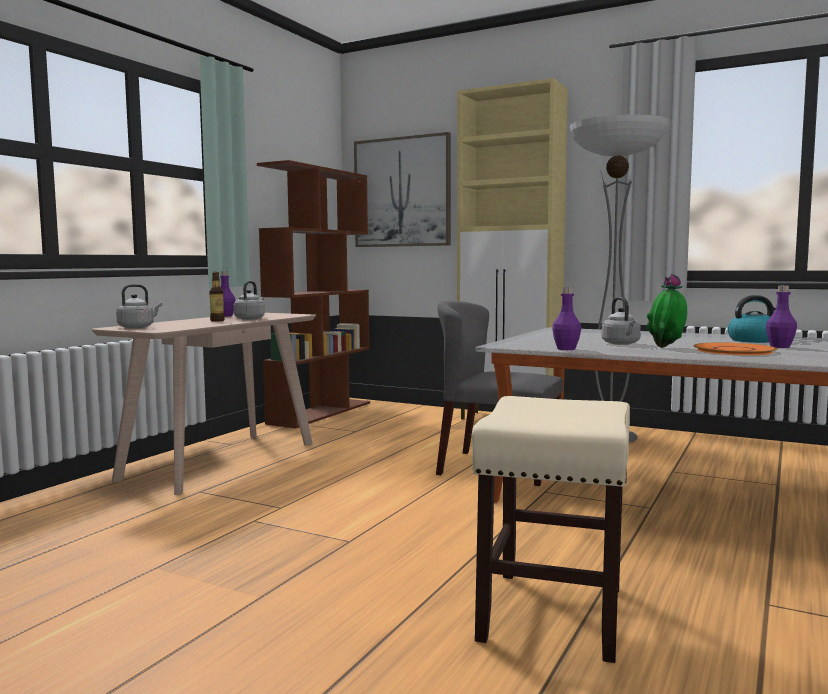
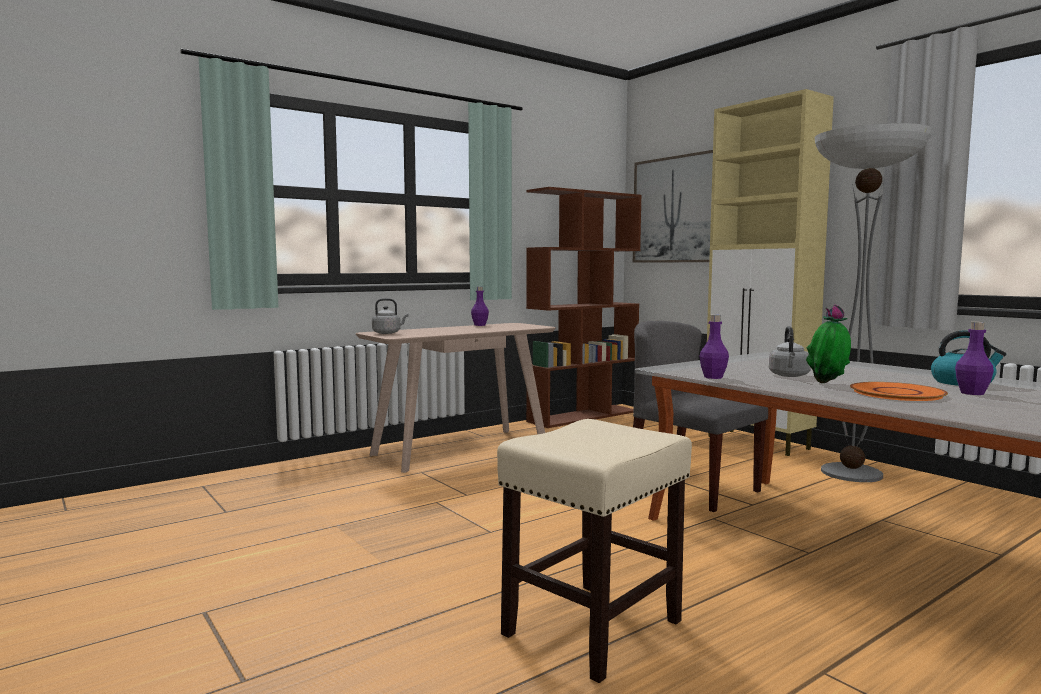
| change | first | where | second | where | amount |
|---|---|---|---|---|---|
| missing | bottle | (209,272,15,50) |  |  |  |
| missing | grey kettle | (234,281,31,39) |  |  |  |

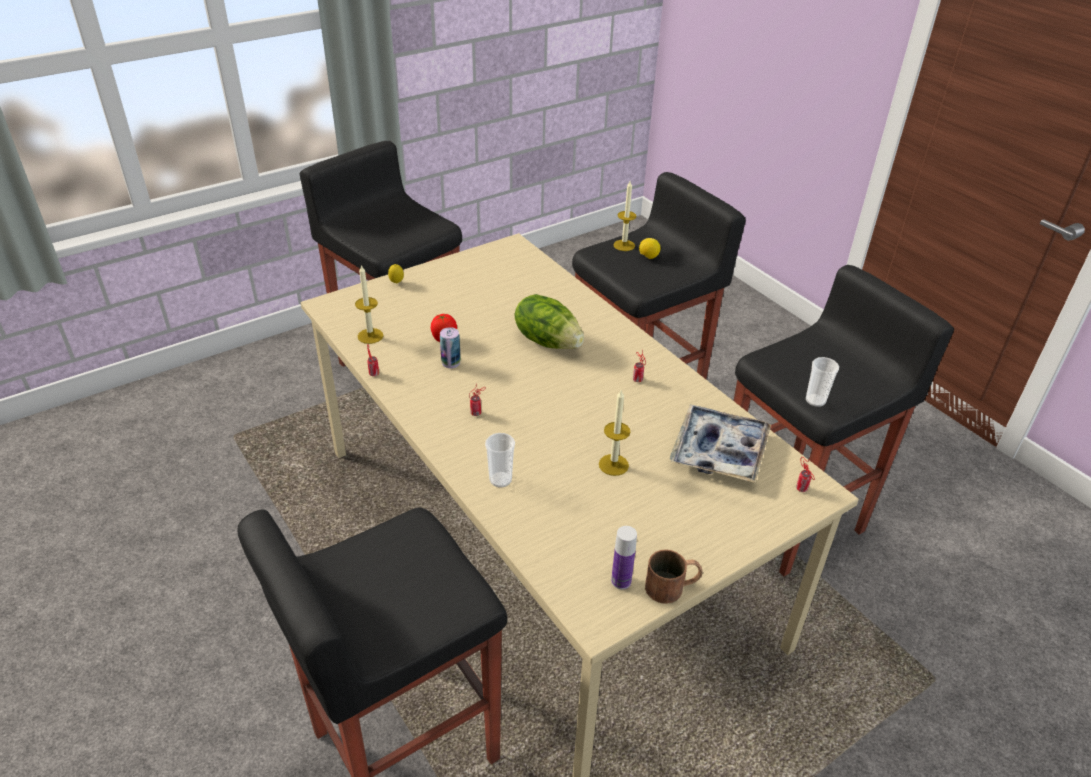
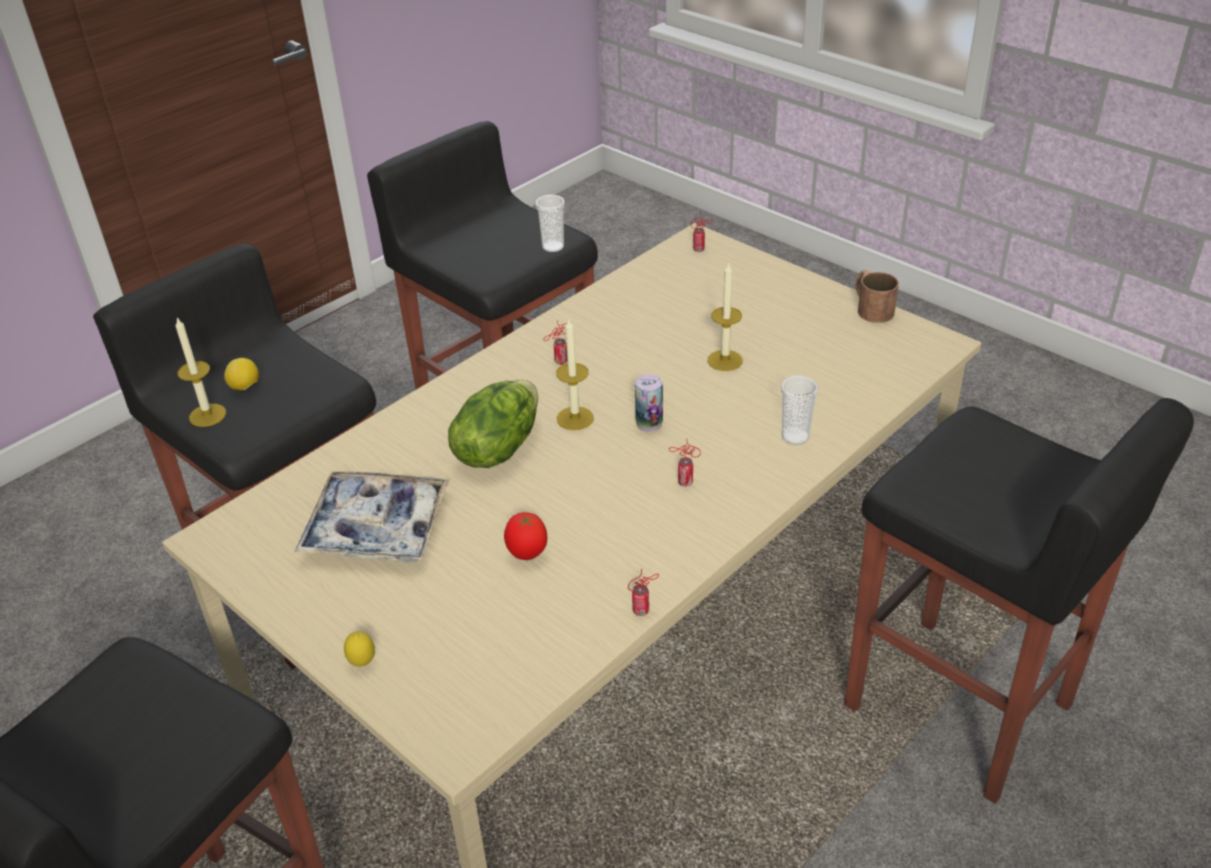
| change | first | where | second | where | amount |
|---|---|---|---|---|---|
| relocated | tray | (670,405,101,78) |  | (295,472,154,91) |  |
| relocated | candle | (355,265,28,79) |  | (556,319,38,111) |  |
| relocated | can | (440,327,21,41) |  | (635,374,28,58) |  |
| missing | bottle | (611,526,26,63) |  |  |  |

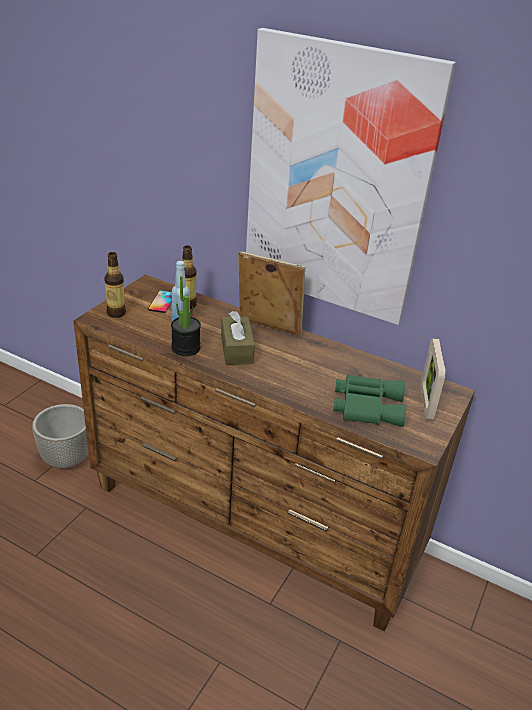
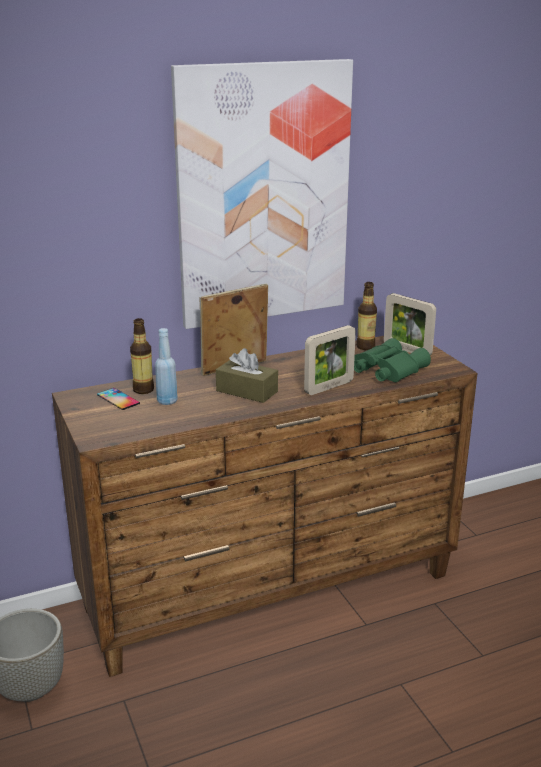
| change | first | where | second | where | amount |
|---|---|---|---|---|---|
| appeared |  |  | picture frame | (304,325,52,70) |  |
| relocated | bottle | (104,252,22,66) |  | (356,282,21,68) |  |
| missing | potted plant | (171,276,30,80) |  |  |  |

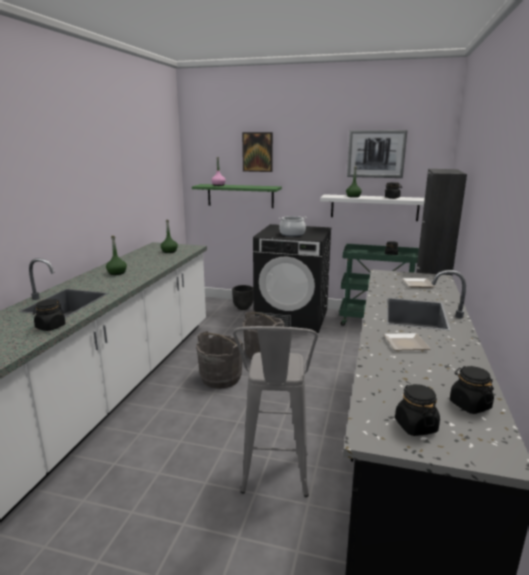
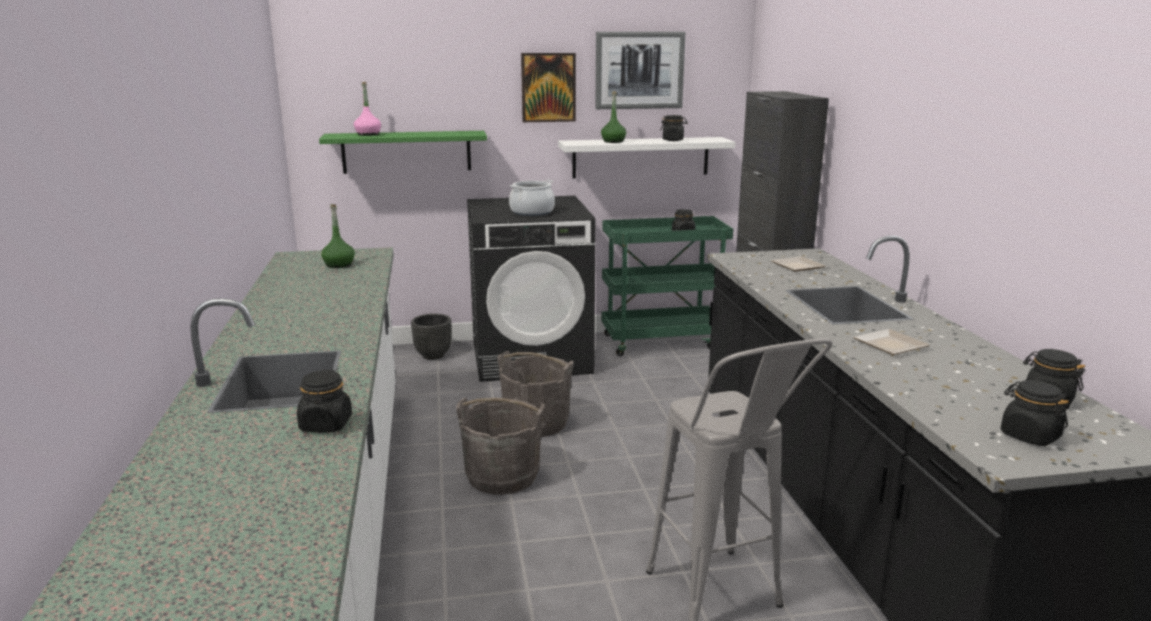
| change | first | where | second | where | amount |
|---|---|---|---|---|---|
| relocated | picture | (242,132,31,40) |  | (521,53,55,69) |  |
| missing | green bottle | (106,236,21,39) |  |  |  |

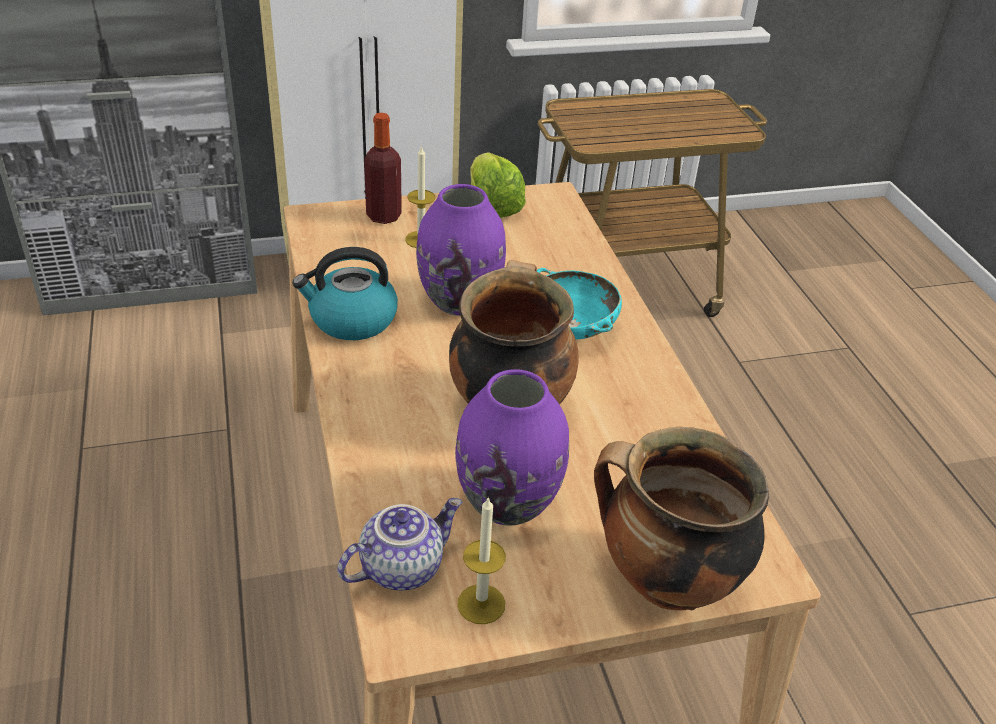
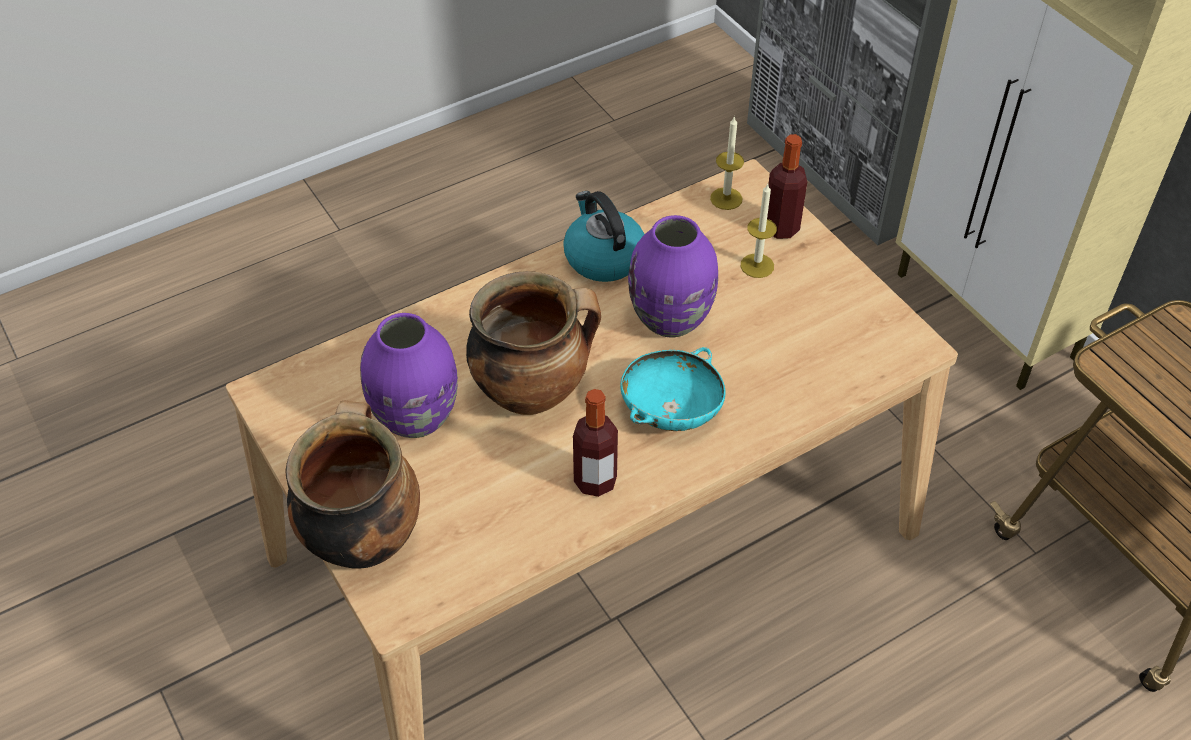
| change | first | where | second | where | amount |
|---|---|---|---|---|---|
| appeared |  |  | bottle | (573,389,45,108) |  |
| relocated | candle | (457,496,49,128) |  | (710,116,34,94) |  |
| missing | teapot | (338,498,124,92) |  |  |  |
| missing | lettuce | (470,152,56,66) |  |  |  |

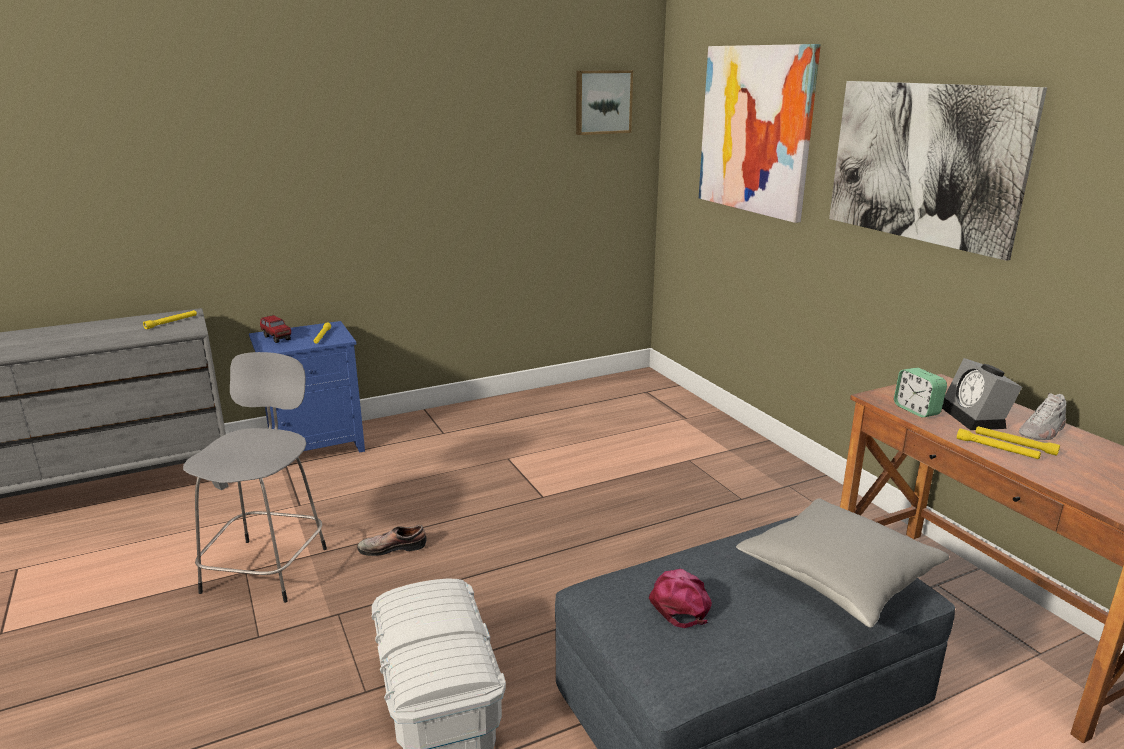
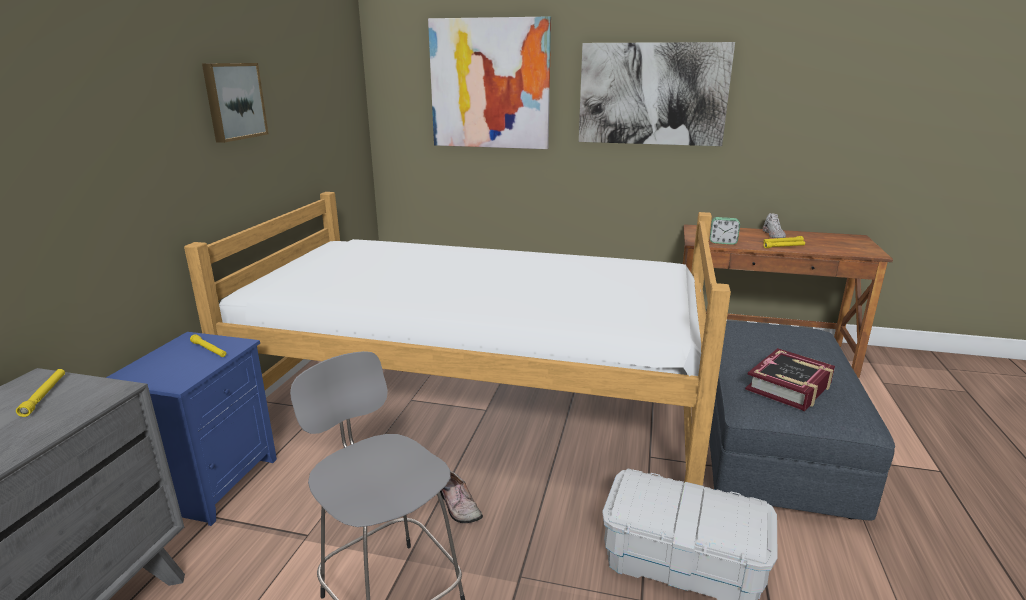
| change | first | where | second | where | amount |
|---|---|---|---|---|---|
| appeared |  |  | bed | (184,192,547,294) |  |
| relocated | picture | (576,70,57,65) |  | (202,63,66,80) |  |
| spun | shoe | (358,525,69,31) |  | (440,471,43,52) | 60 degrees counterclockwise |
| exchanged | pink cap | (649,569,63,59) | book | (745,348,90,63) |  |
| missing | toy truck | (260,315,31,28) |  |  |  |
| missing | grey pillow | (736,498,213,130) |  |  |  |
| missing | alarm clock | (942,358,80,72) |  |  |  |

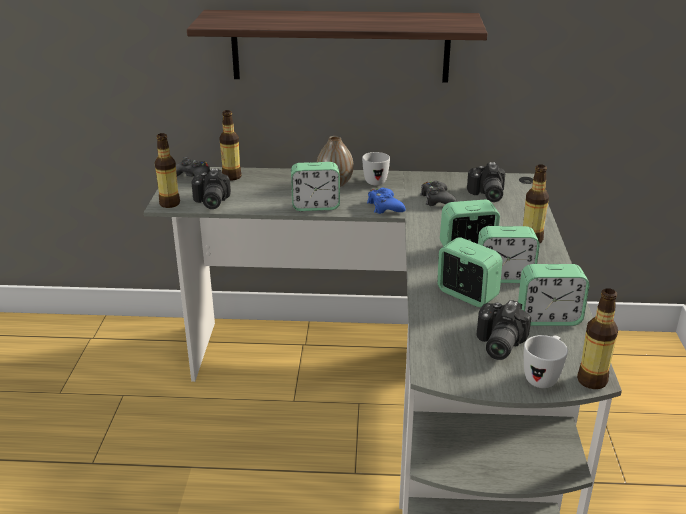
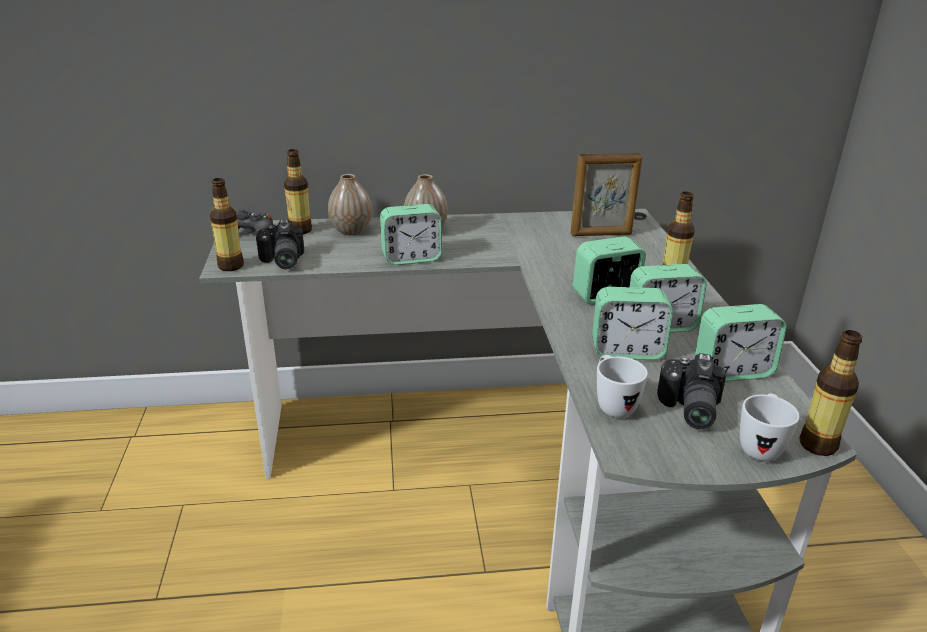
| change | first | where | second | where | amount |
|---|---|---|---|---|---|
| appeared |  |  | vase | (328,174,44,61) |  |
| exchanged | photo camera | (467,162,38,40) | picture frame | (571,153,72,83) |  |
| spun | alarm clock | (437,237,65,70) |  | (592,287,81,73) | 150 degrees clockwise |
| relocated | white mug | (362,152,28,33) |  | (597,355,51,63) |  |
| missing | shelf | (187,10,300,73) |  |  |  |
| missing | blue game controller | (367,187,39,27) |  |  |  |
| missing | black game controller | (420,181,37,25) |  |  |  |

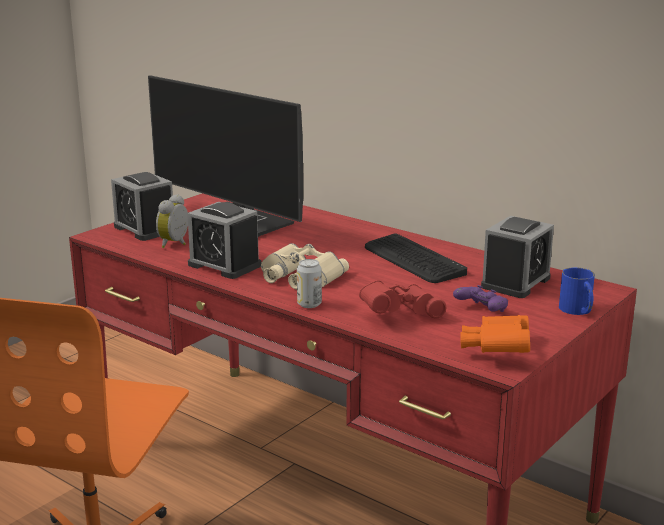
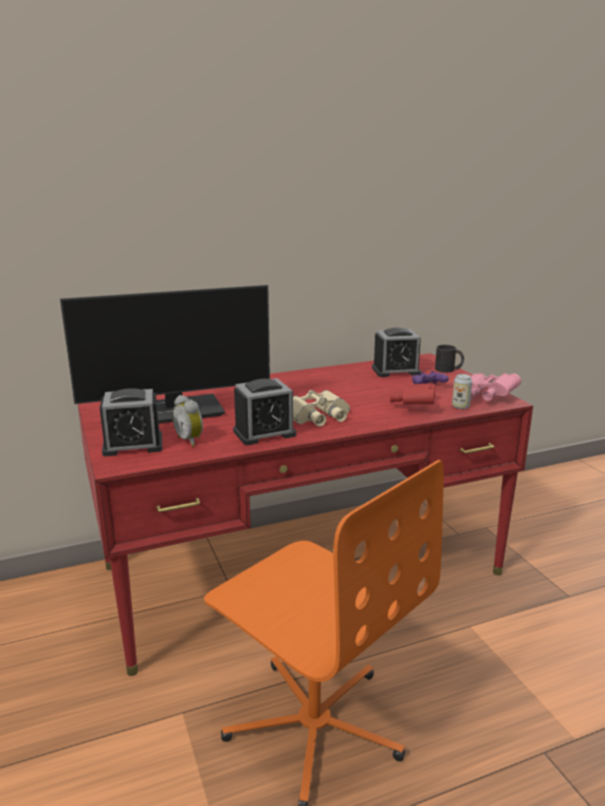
| change | first | where | second | where | amount |
|---|---|---|---|---|---|
| spun | alarm clock | (481,216,73,82) |  | (372,327,49,50) | 105 degrees clockwise |
| colour | blue mug | (559,267,36,48) | black mug | (435,345,29,28) |  |
| relocated | can | (297,259,25,49) |  | (452,374,20,35) |  |
| colour | orange binoculars | (460,315,70,38) | pink binoculars | (471,373,50,28) |  |
| missing | keyboard | (365,233,102,50) |  |  |  |

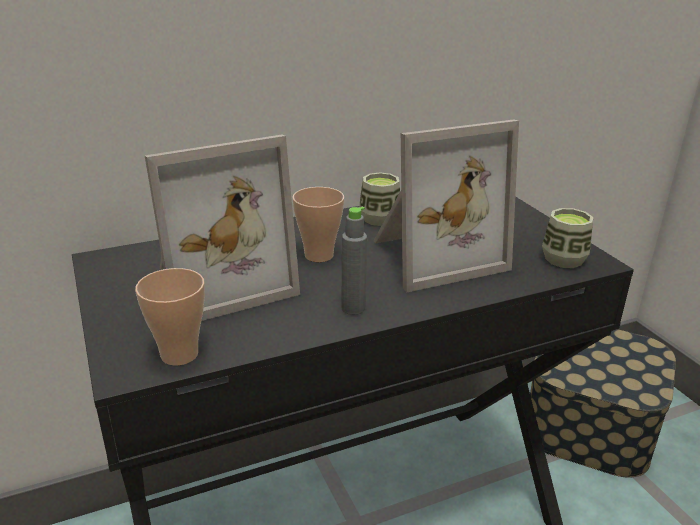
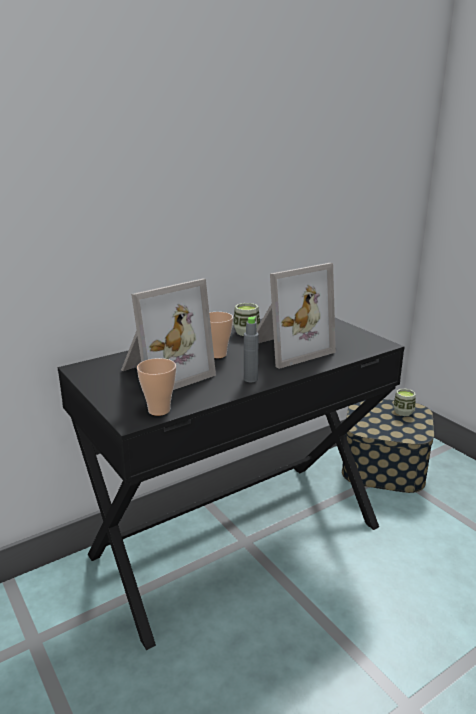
| change | first | where | second | where | amount |
|---|---|---|---|---|---|
| relocated | cup | (542,208,51,60) |  | (393,389,23,27) |  |

